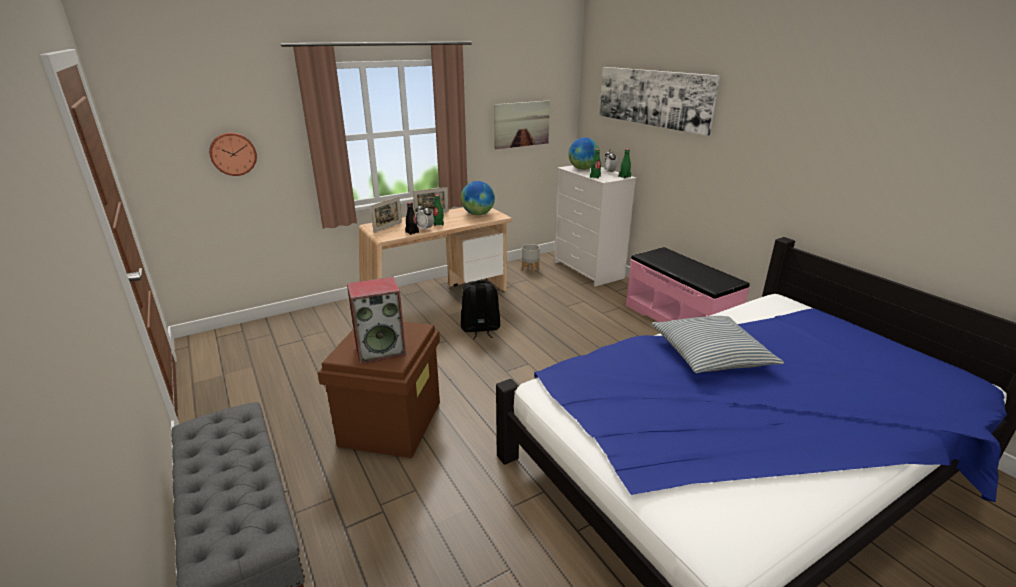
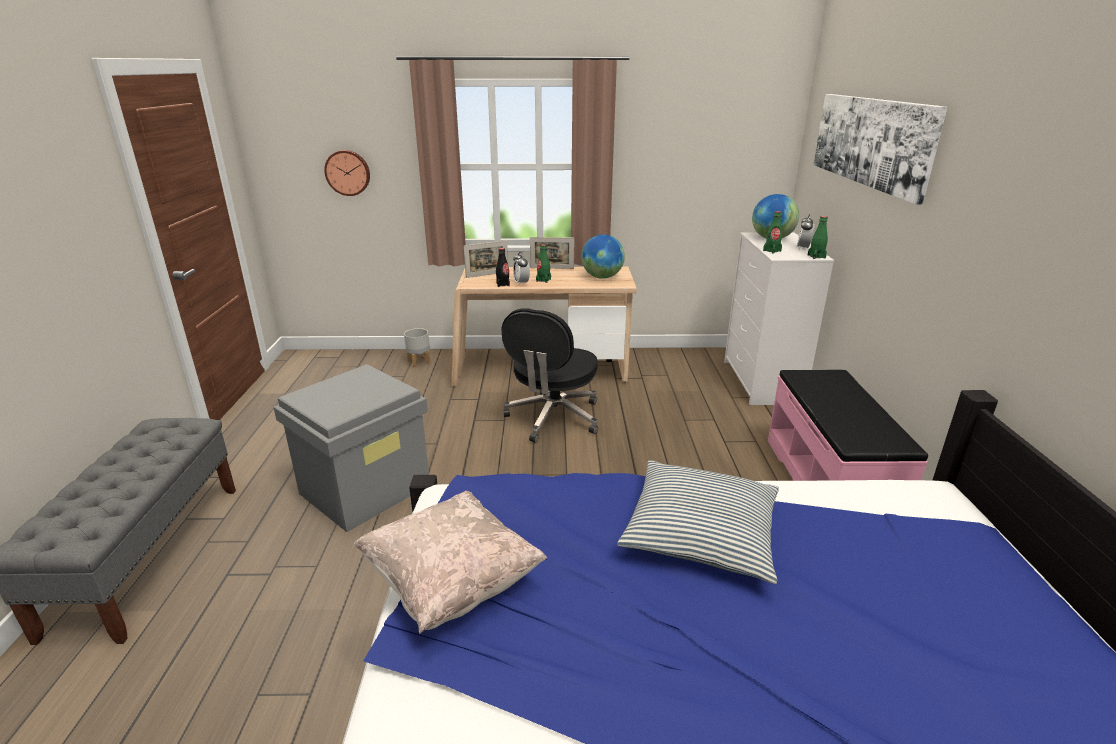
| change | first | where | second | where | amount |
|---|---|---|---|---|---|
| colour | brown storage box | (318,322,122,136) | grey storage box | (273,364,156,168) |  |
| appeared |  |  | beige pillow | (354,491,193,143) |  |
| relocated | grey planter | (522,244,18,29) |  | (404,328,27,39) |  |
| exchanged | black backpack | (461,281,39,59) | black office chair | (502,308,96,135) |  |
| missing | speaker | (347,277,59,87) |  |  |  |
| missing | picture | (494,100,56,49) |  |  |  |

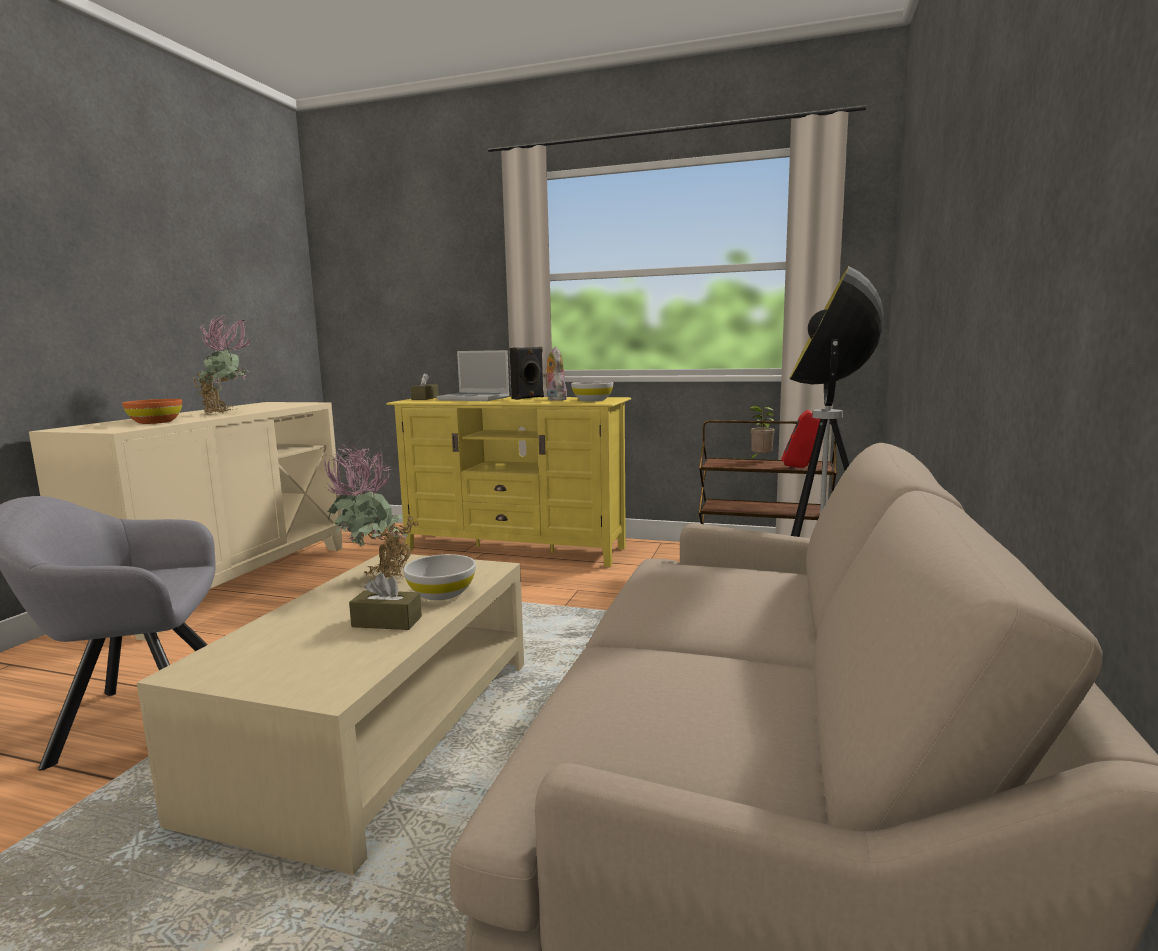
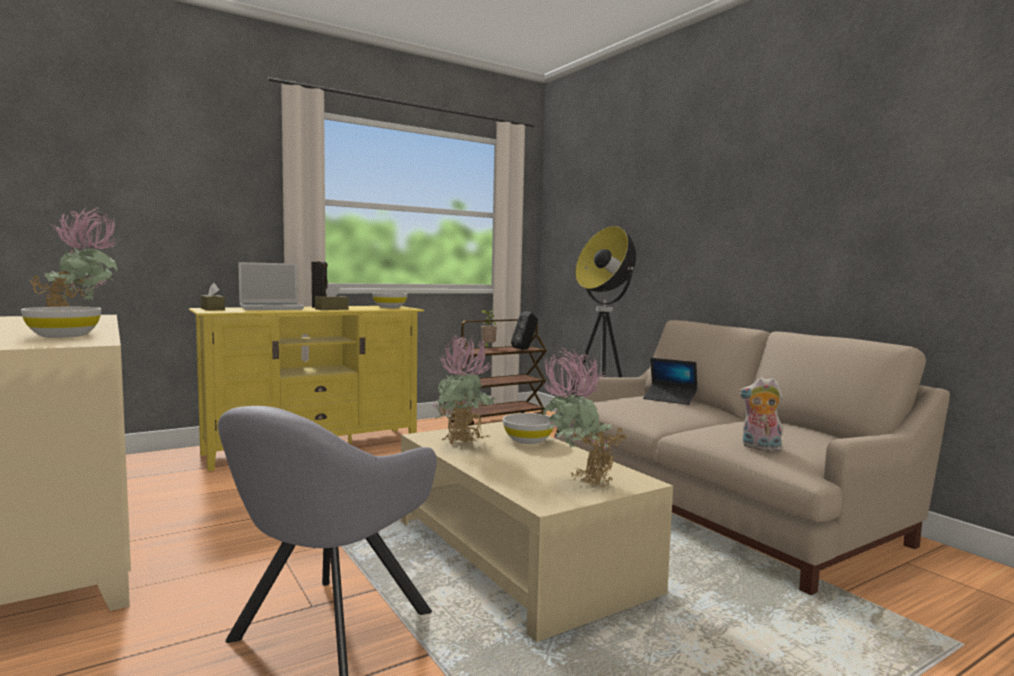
| change | first | where | second | where | amount |
|---|---|---|---|---|---|
| colour | orange bowl | (122,399,60,25) | white bowl | (21,307,80,31) |  |
| relocated | brown tissue box | (349,573,73,57) |  | (315,285,34,25) |  |
| colour | red speaker | (781,410,39,58) | black speaker | (511,311,27,39) |  |
| appeared |  |  | potted plant | (541,348,86,140) |  |
| appeared |  |  | laptop | (643,358,54,47) |  |
| relocated | plush toy | (543,347,24,54) |  | (739,377,44,75) |  |

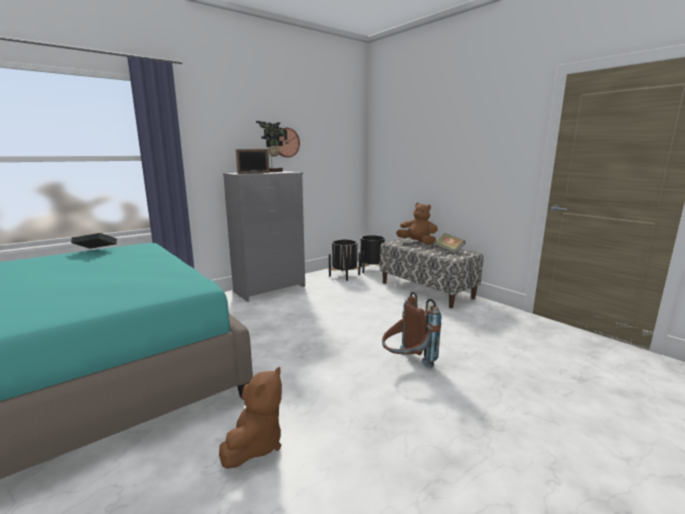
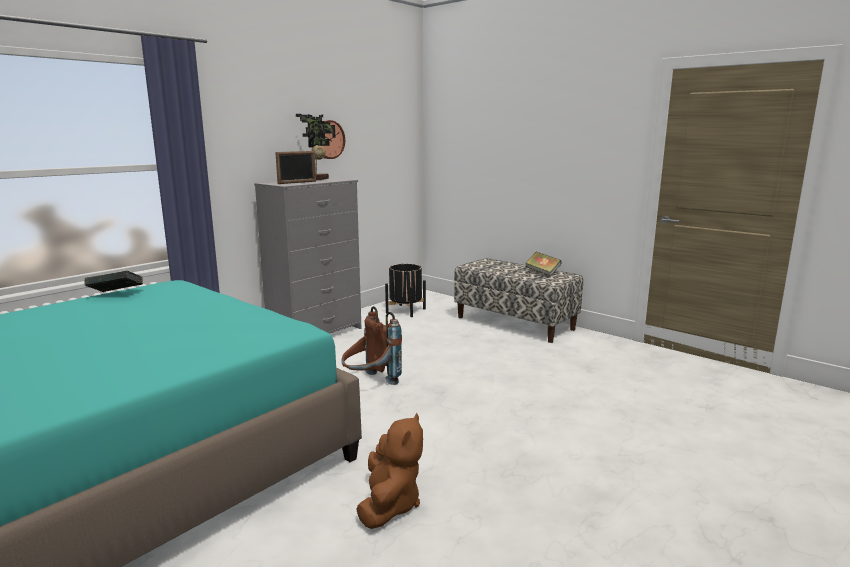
| change | first | where | second | where | amount |
|---|---|---|---|---|---|
| relocated | brown backpack | (382,292,59,76) |  | (341,306,61,79) |  |
| missing | black planter | (360,235,25,38) |  |  |  |
| missing | brown plush toy | (396,203,42,42) |  |  |  |

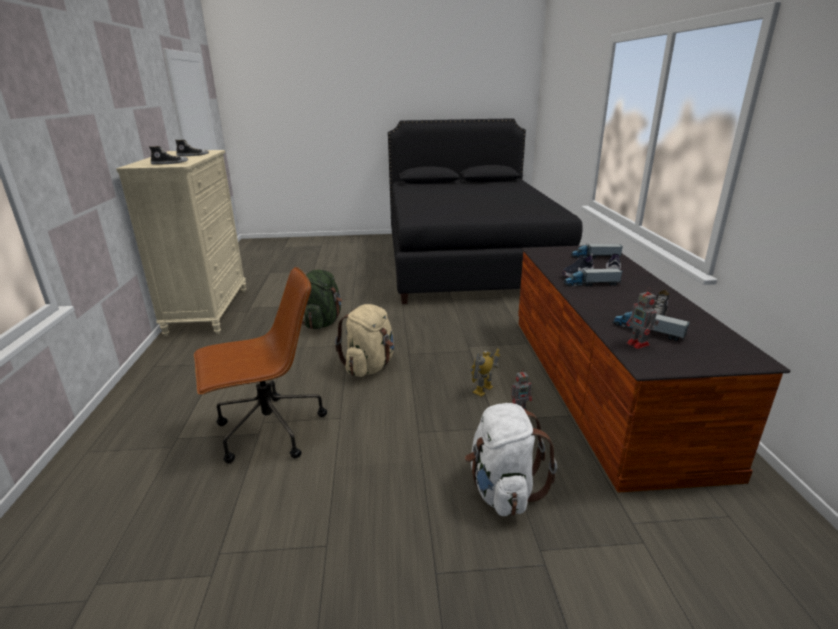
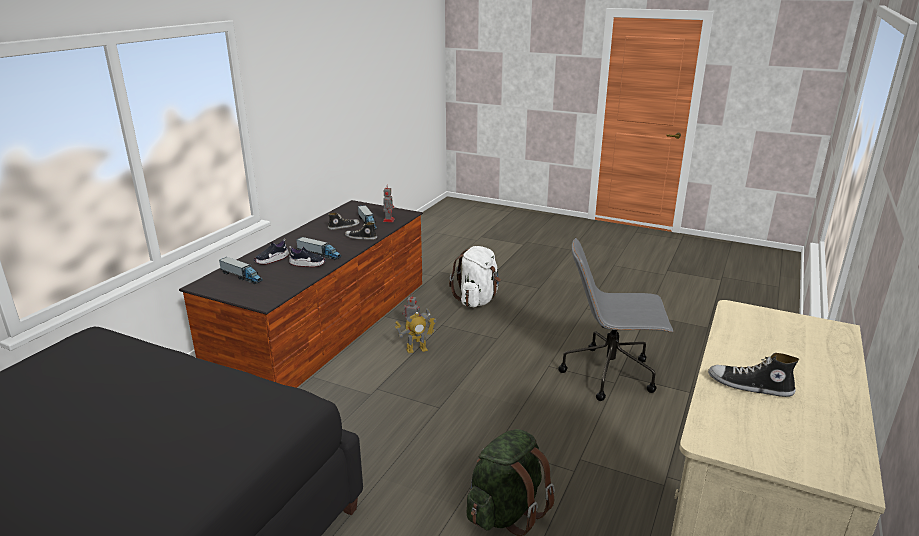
| change | first | where | second | where | amount |
|---|---|---|---|---|---|
| relocated | shoe | (149,146,39,19) |  | (345,222,32,18) |  |
| colour | brown office chair | (194,267,133,196) | grey office chair | (558,238,115,163) |  |
| missing | beige backpack | (335,304,59,73) |  |  |  |

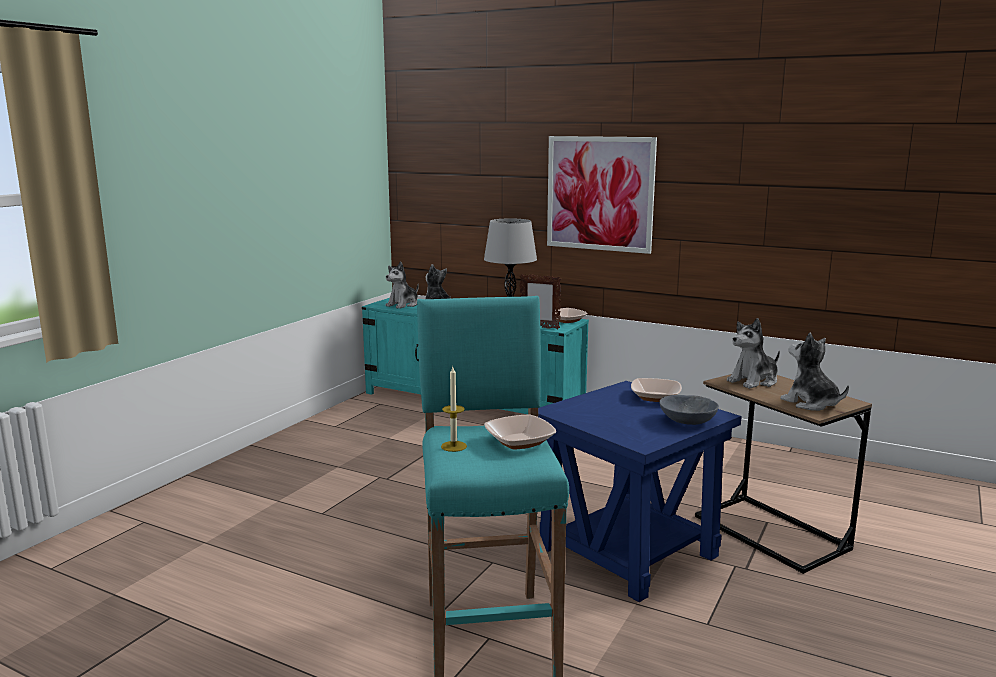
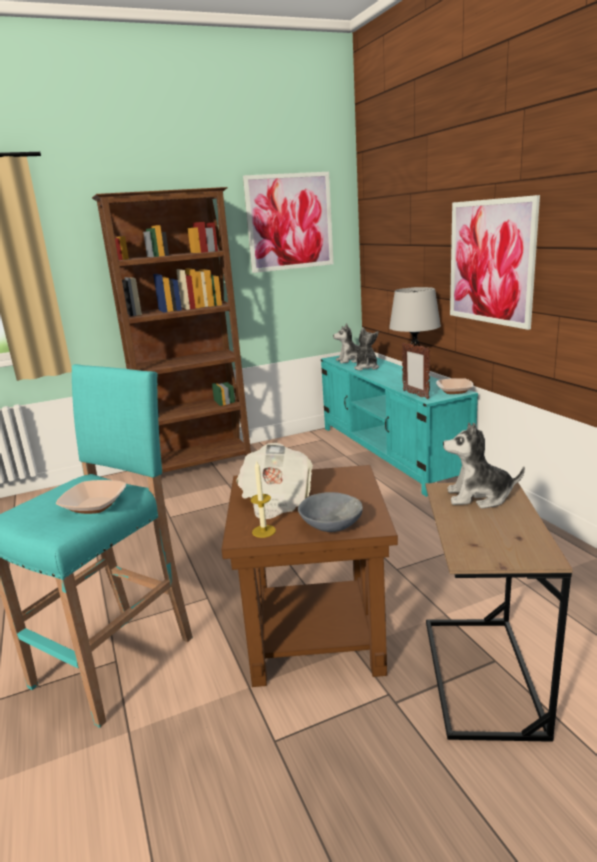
| change | first | where | second | where | amount |
|---|---|---|---|---|---|
| appeared |  |  | brown bookcase | (92,187,159,286) |  |
| colour | blue side table | (538,381,204,221) | brown side table | (221,465,177,222) |  |
| appeared |  |  | newspaper | (236,443,77,76) |  |
| appeared |  |  | picture | (243,172,91,101) |  |
| relocated | candle | (441,367,26,85) |  | (250,461,26,77) |  |
| missing | bowl | (631,378,51,24) |  |  |  |
| missing | plush toy | (780,333,69,78) |  |  |  |

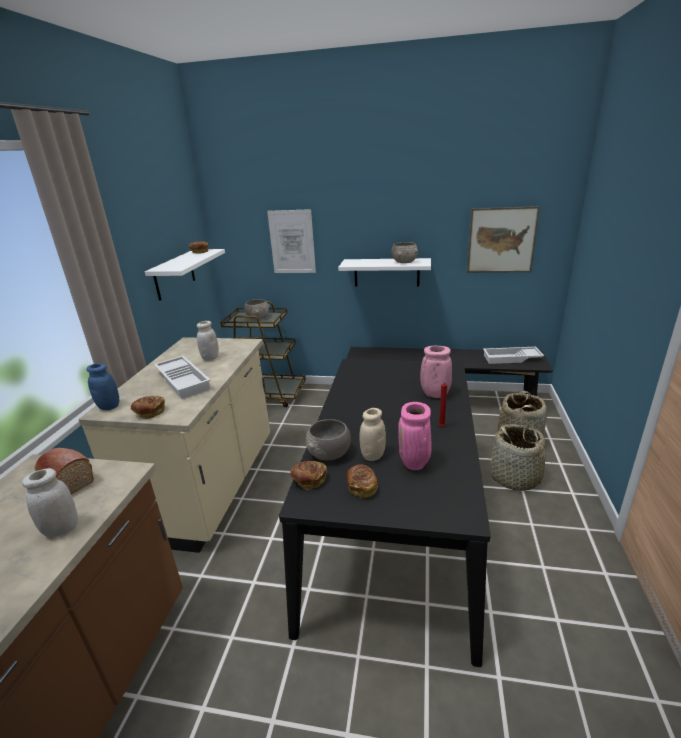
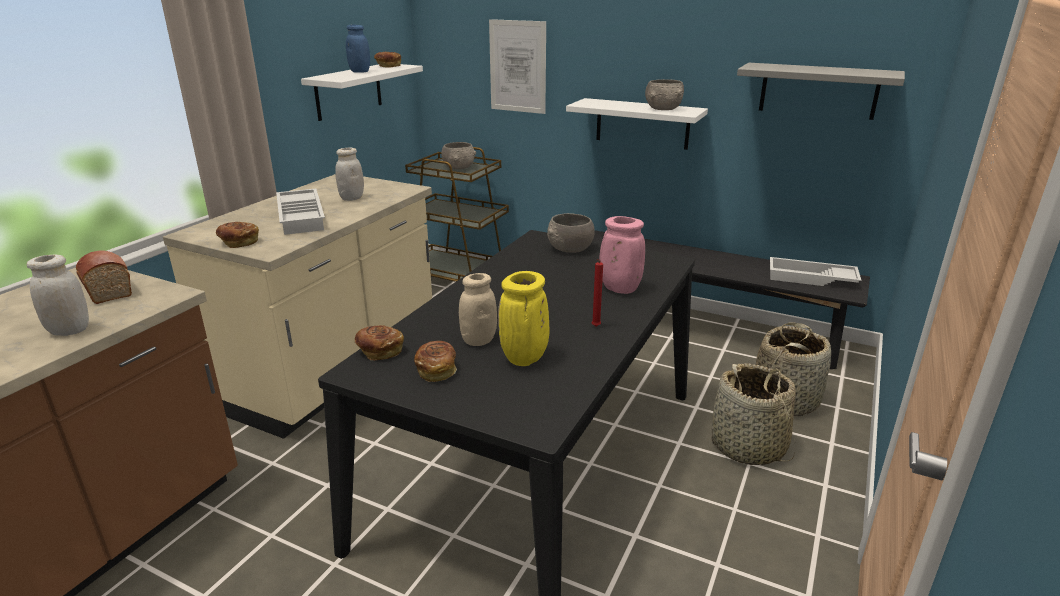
| change | first | where | second | where | amount |
|---|---|---|---|---|---|
| relocated | blue jar | (86,363,33,47) |  | (346,25,24,48) |  |
| colour | pink vase | (398,402,34,68) | yellow vase | (498,271,51,95) |  |
| relocated | grey bowl | (306,419,45,41) |  | (547,213,48,40) |  |
| exchanged | picture | (467,206,73,67) | grey shelf | (737,63,168,57) |  |

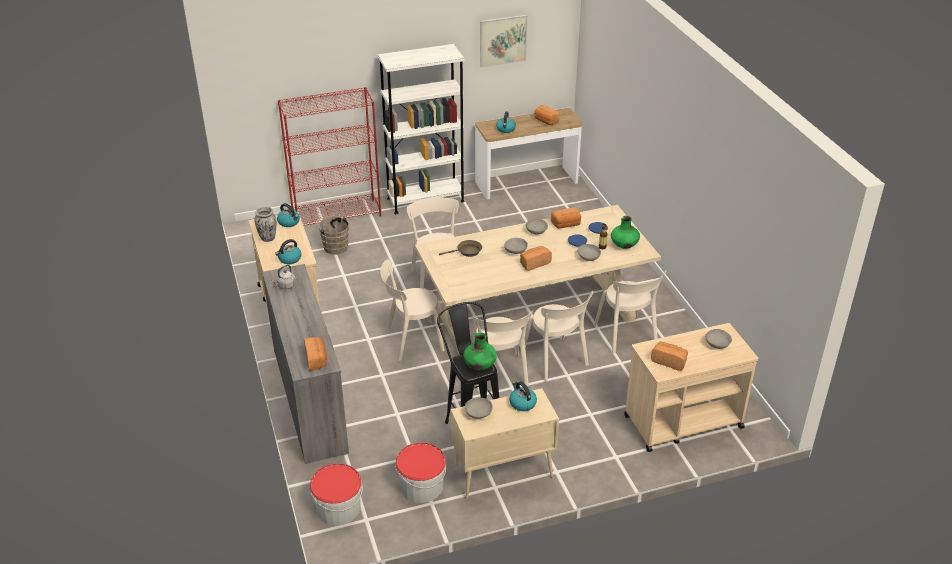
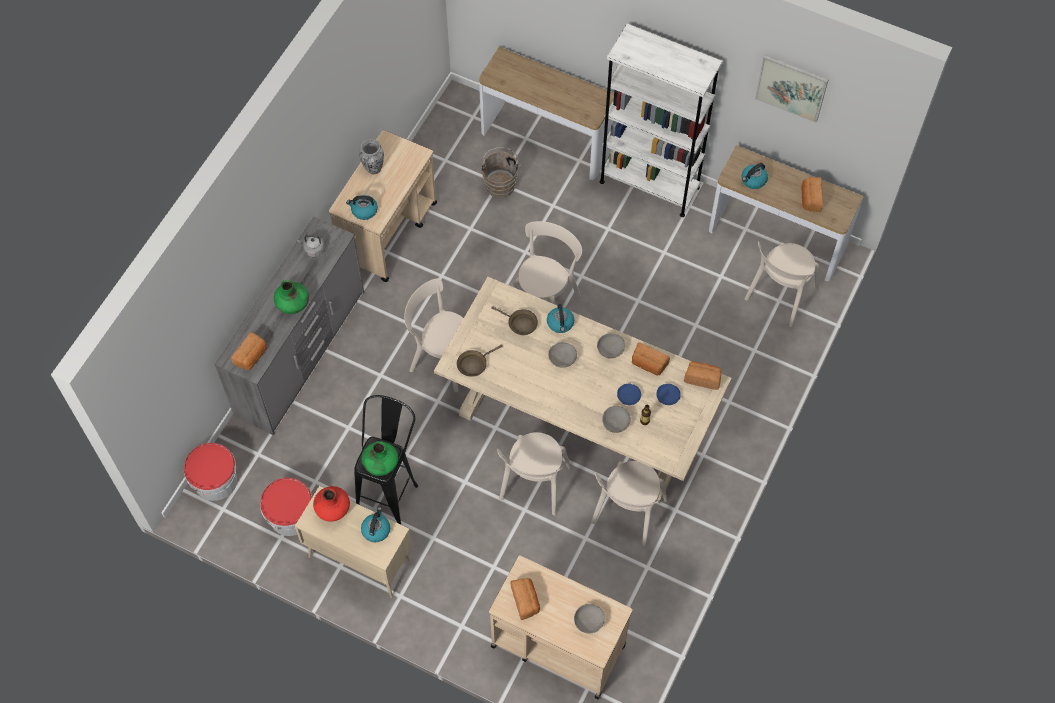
| change | first | where | second | where | amount |
|---|---|---|---|---|---|
| relocated | green vase | (611,216,29,33) |  | (274,279,35,35) |  |
| exchanged | grey bowl | (465,398,28,21) | red vase | (313,486,37,36) |  |
| appeared |  |  | brown frying pan | (457,344,46,33) |  |
| exchanged | red bookcase | (278,87,103,139) | console table | (479,47,135,133) |  |
| relocated | kettle | (277,203,23,24) |  | (547,304,27,29) |  |
| relocated | bread | (520,246,32,25) |  | (684,361,38,29) |  |
| relocated | beige chair | (473,311,60,81) |  | (744,241,75,86) |  |

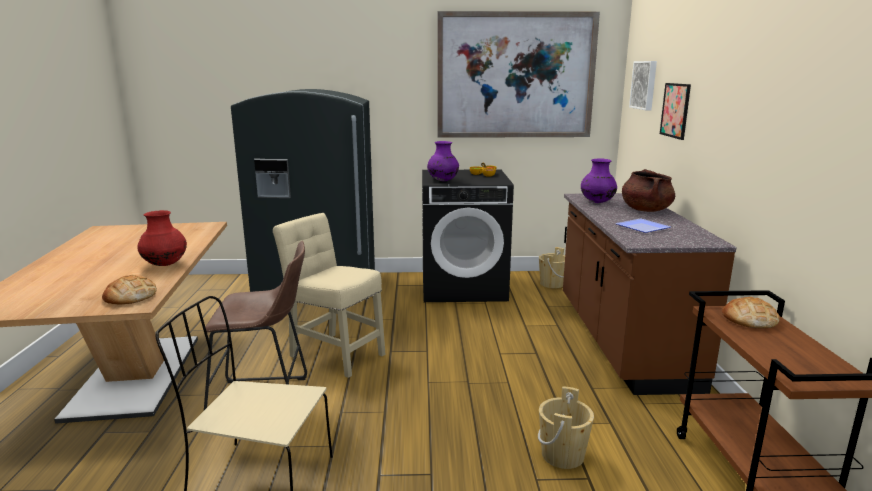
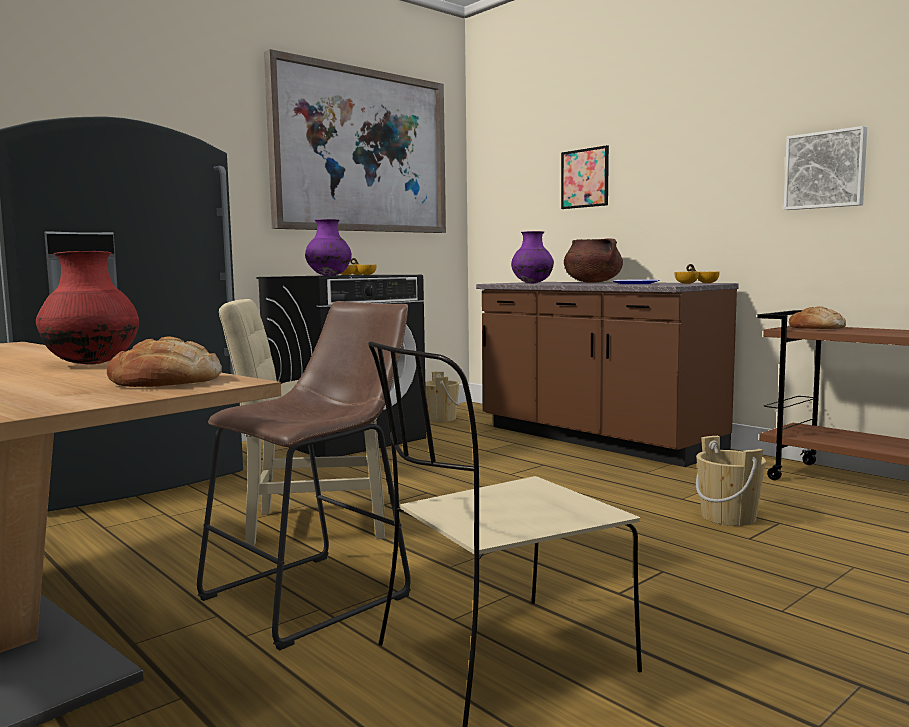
| change | first | where | second | where | amount |
|---|---|---|---|---|---|
| appeared |  |  | bowl | (674,264,45,20) |  |
| relocated | picture | (629,61,28,50) |  | (784,126,83,84) |  |

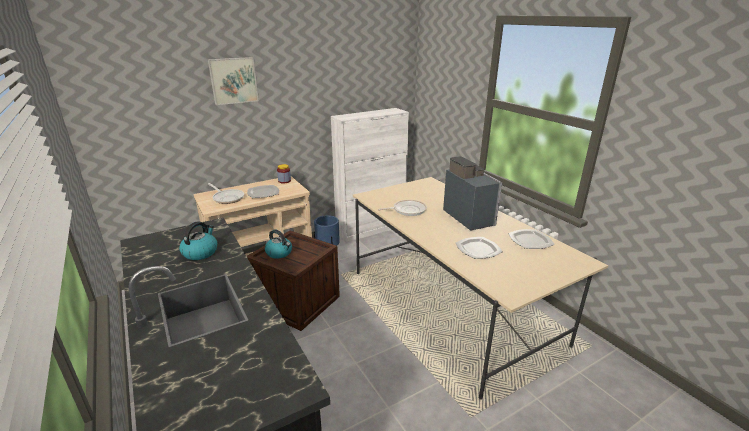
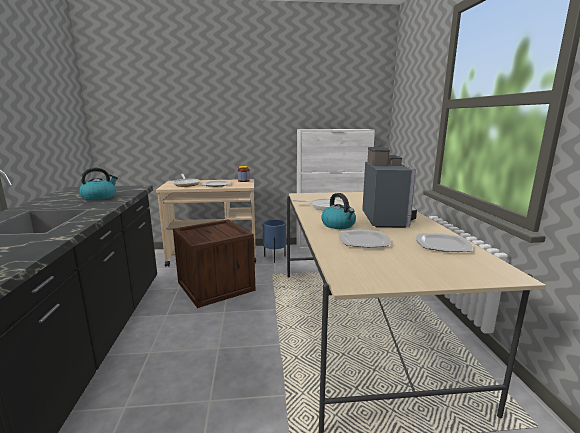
| change | first | where | second | where | amount |
|---|---|---|---|---|---|
| relocated | kettle | (265,229,27,29) |  | (321,193,35,36) |  |
| missing | picture | (208,57,50,48) |  |  |  |

